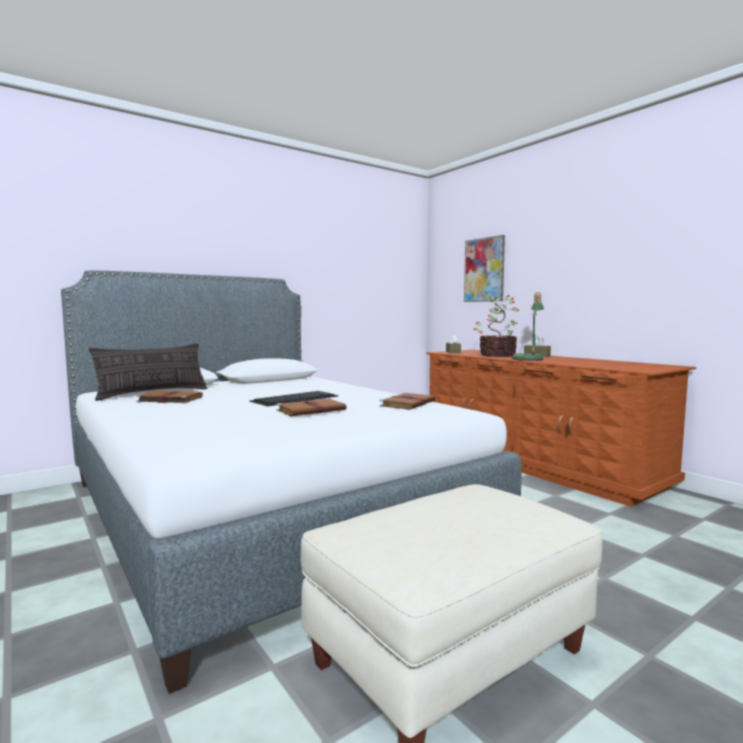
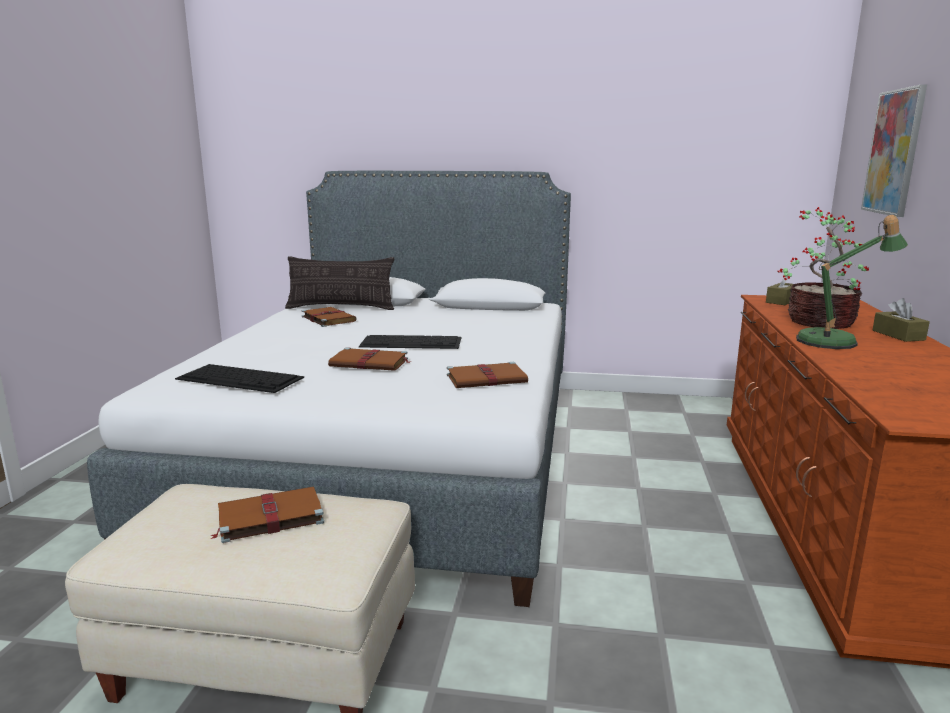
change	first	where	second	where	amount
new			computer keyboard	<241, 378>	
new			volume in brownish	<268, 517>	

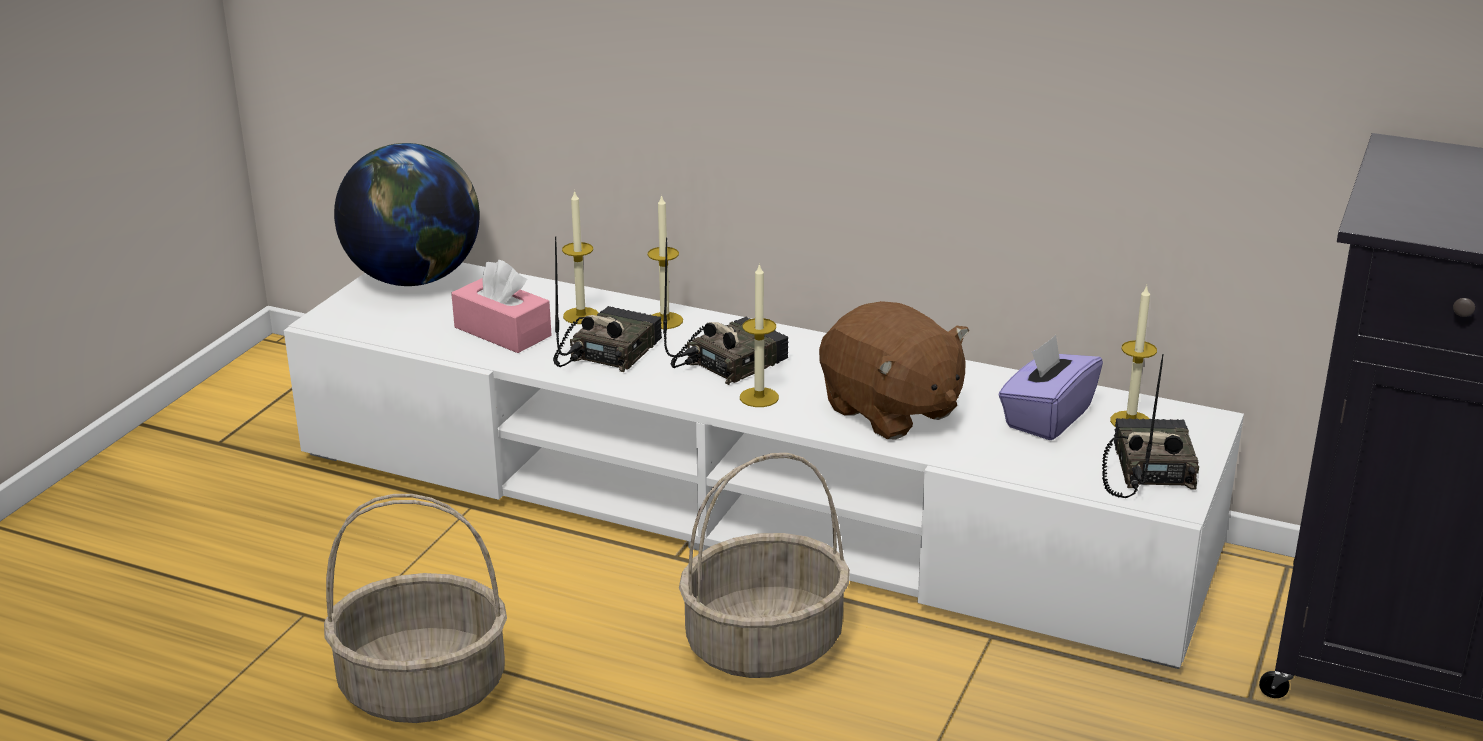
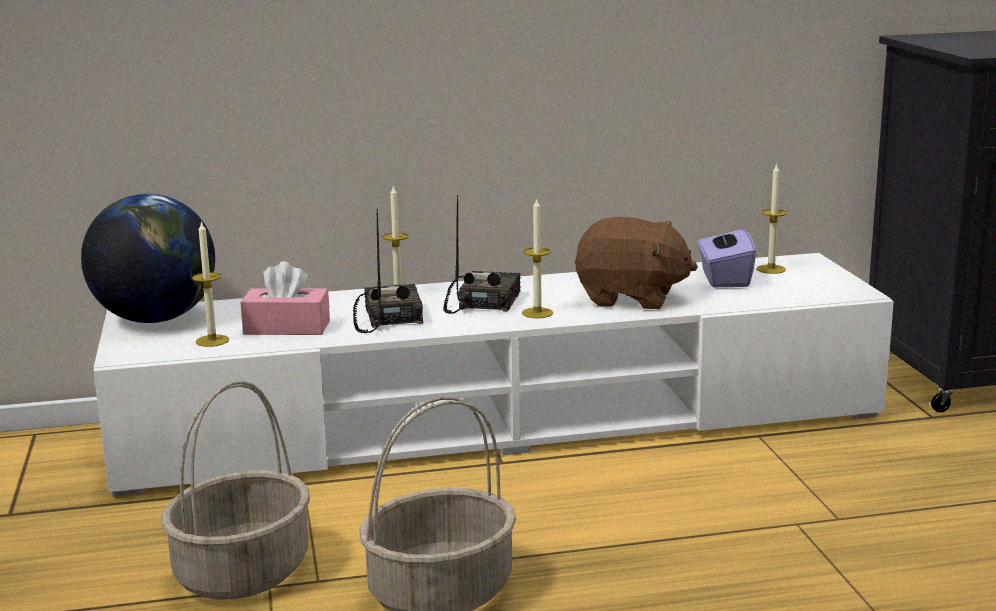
change	first	where	second	where	amount
gone	radio	<1145, 469>			
shifted	wax candle	<581, 316>		<212, 341>	
shifted	household basket	<763, 646>		<242, 573>	

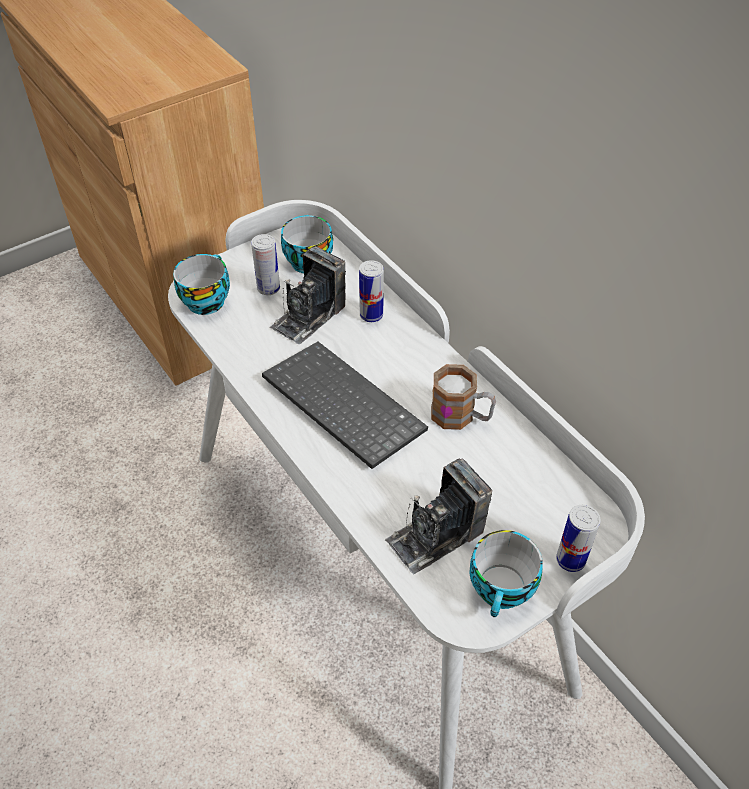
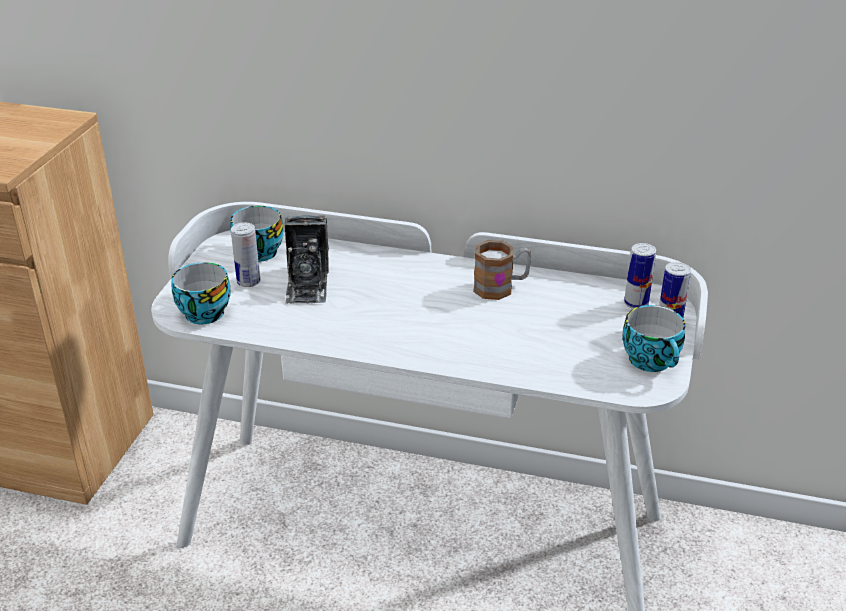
change	first	where	second	where	amount
gone	computer keyboard	<339, 405>			
gone	still camera	<436, 535>			
shifted	sealed can	<371, 315>		<636, 304>	

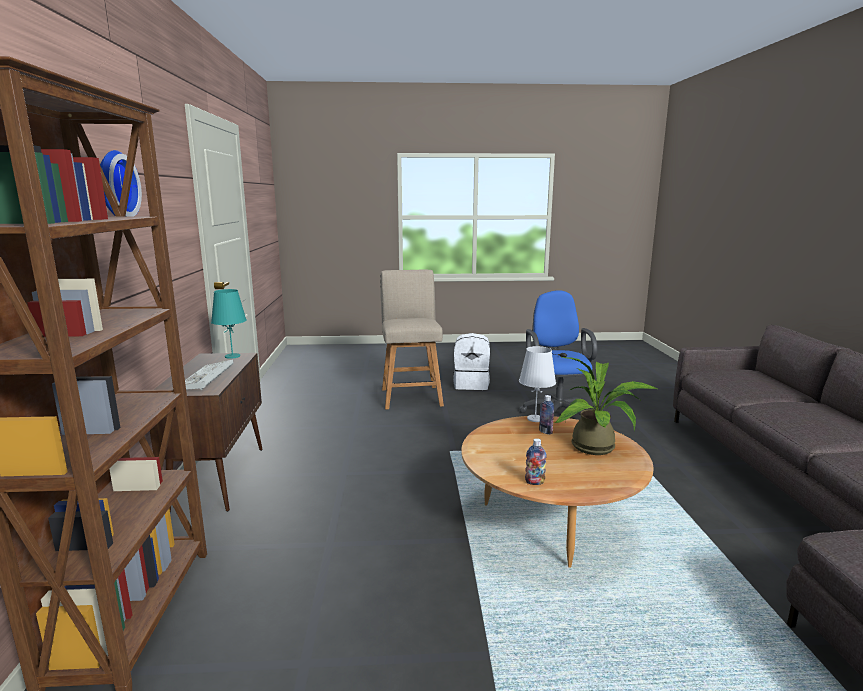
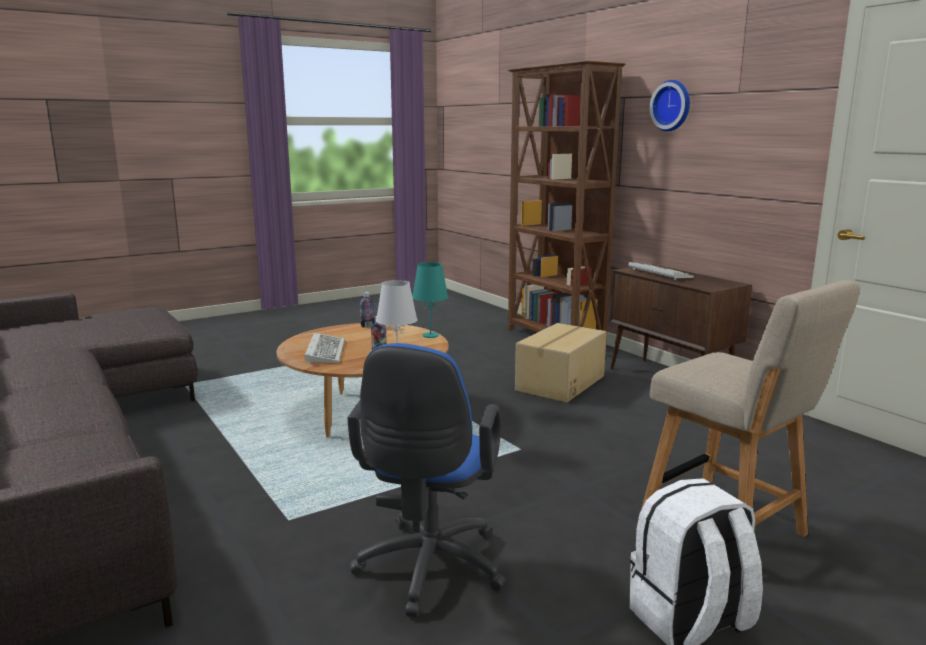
change	first	where	second	where	amount
new			cardboard box	<559, 383>	
shifted	table lamp in blue-green	<232, 356>		<430, 335>	
swapped	plant in a pot	<598, 448>	computer keyboard	<324, 351>	
rotated	office chair in blue-coloured	<556, 413>		<428, 571>	45 degrees clockwise

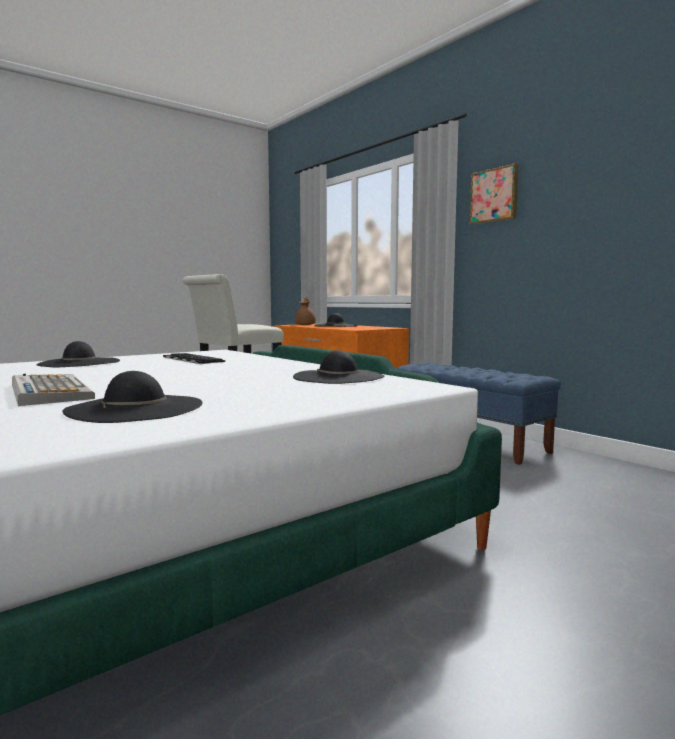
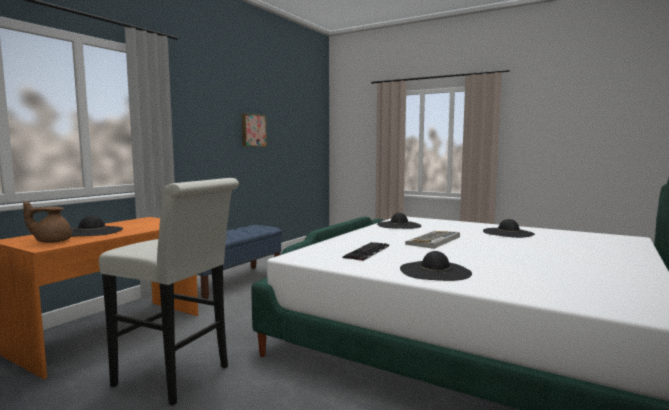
change	first	where	second	where	amount
shifted	computer keyboard	<49, 391>		<433, 240>	
shifted	wall art	<495, 195>		<253, 130>	

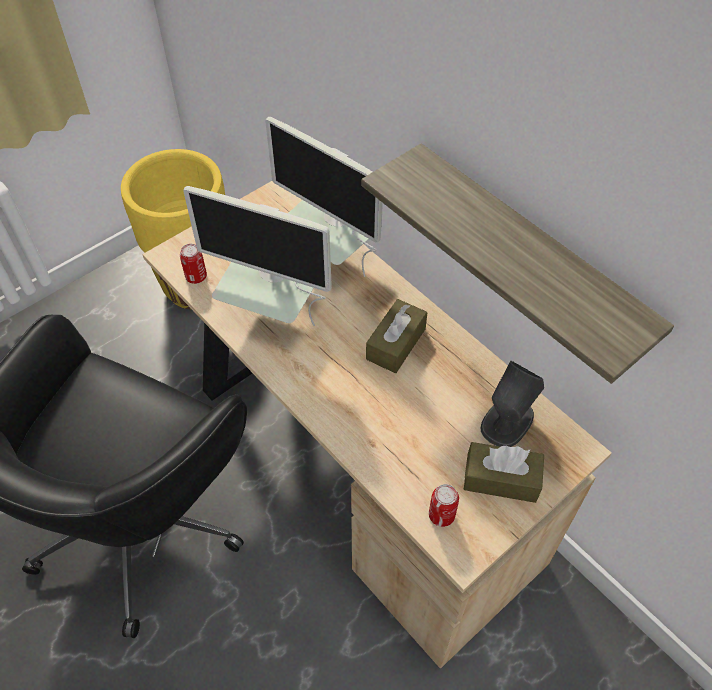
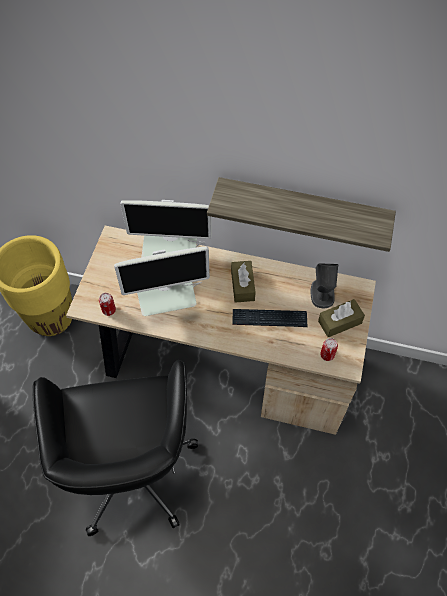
change	first	where	second	where	amount
new			computer keyboard	<269, 319>	

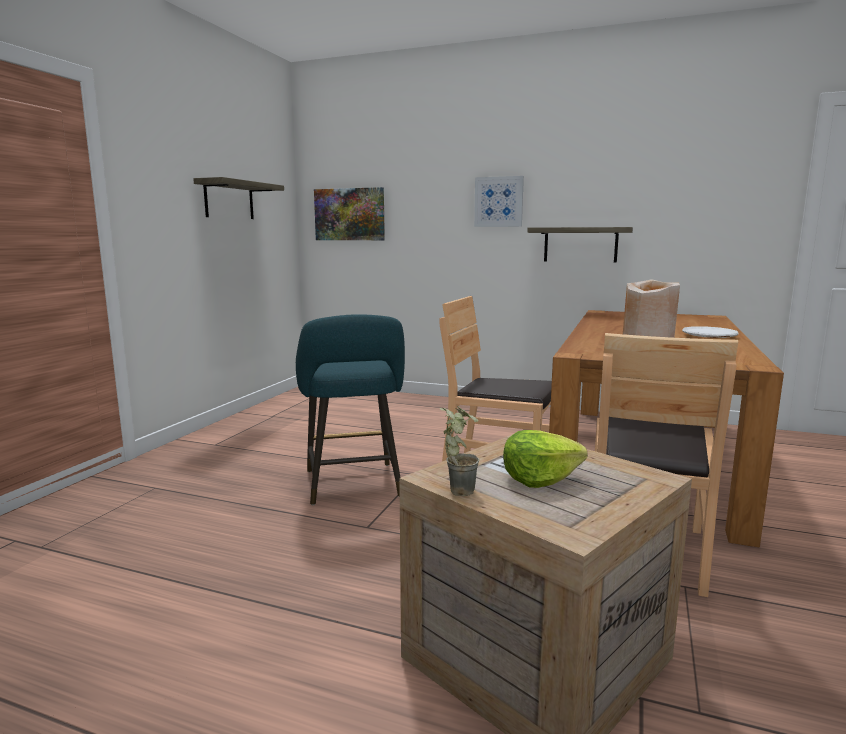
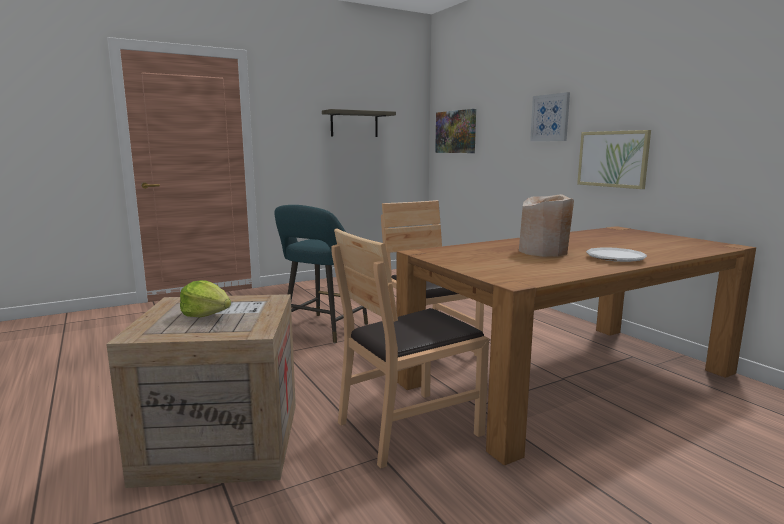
change	first	where	second	where	amount
gone	plant in a pot	<457, 489>			
swapped	wall shelf	<580, 244>	wall art	<613, 159>	

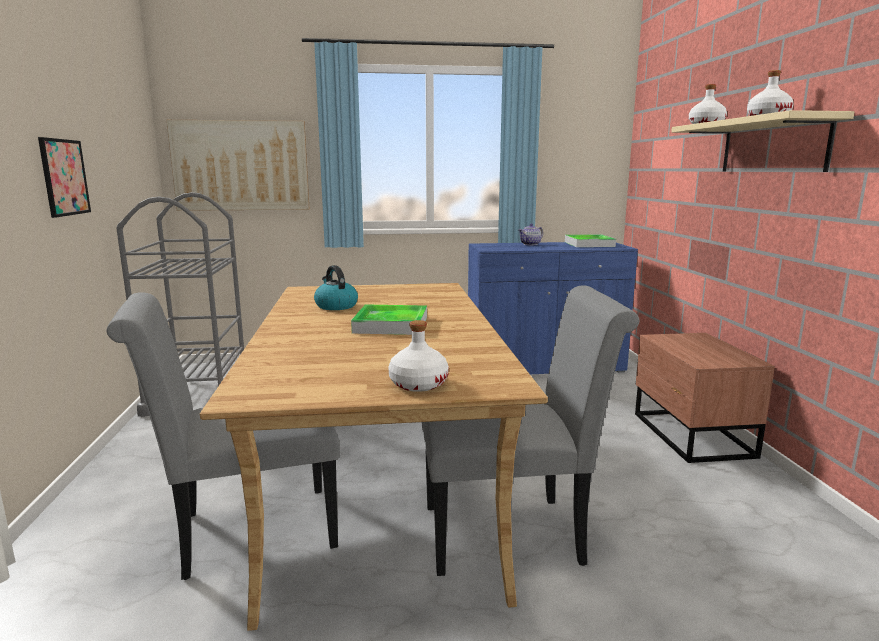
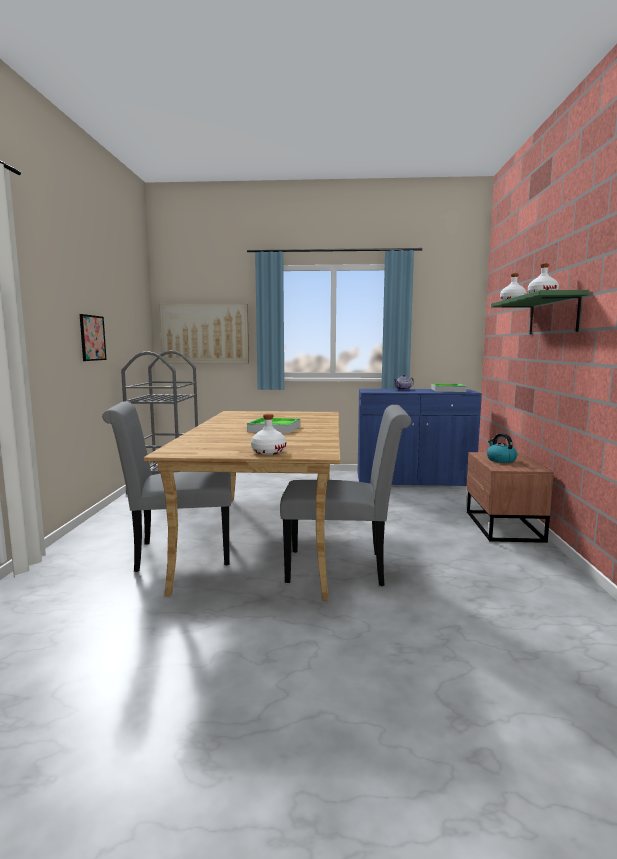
change	first	where	second	where	amount
shifted	tea kettle	<335, 306>		<500, 460>	
repainted	wall shelf in beige-coloured	<772, 146>	wall shelf in green	<553, 315>	

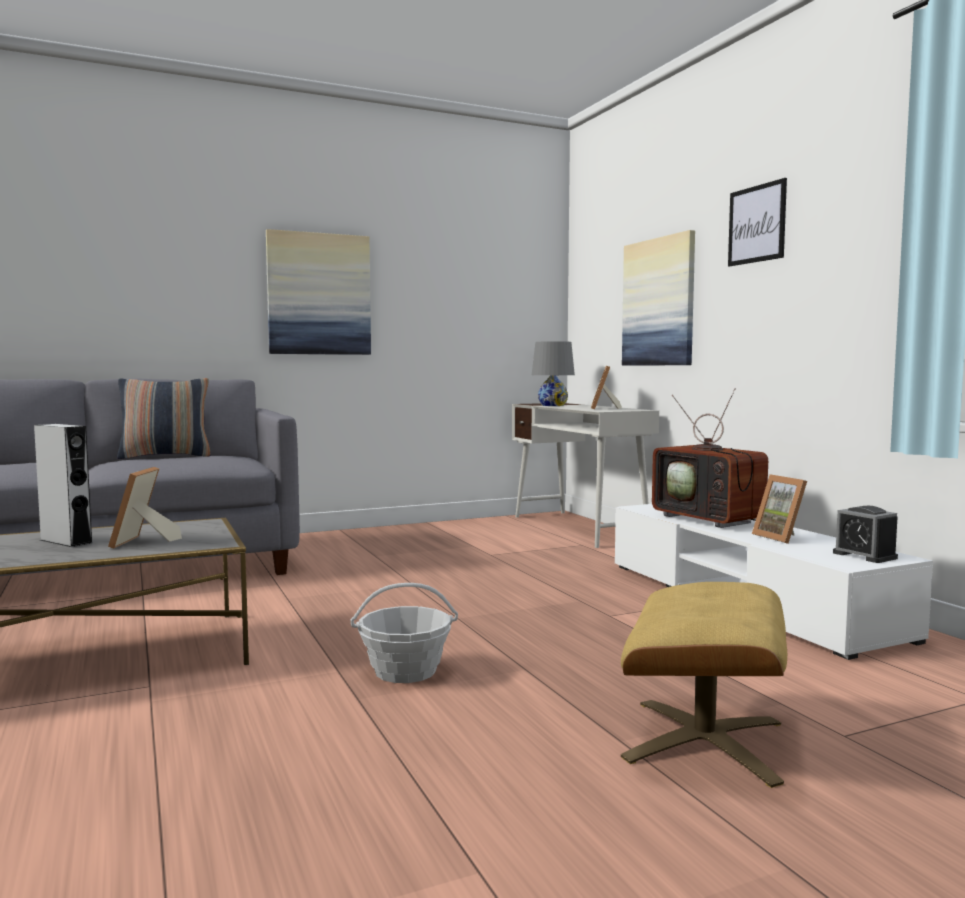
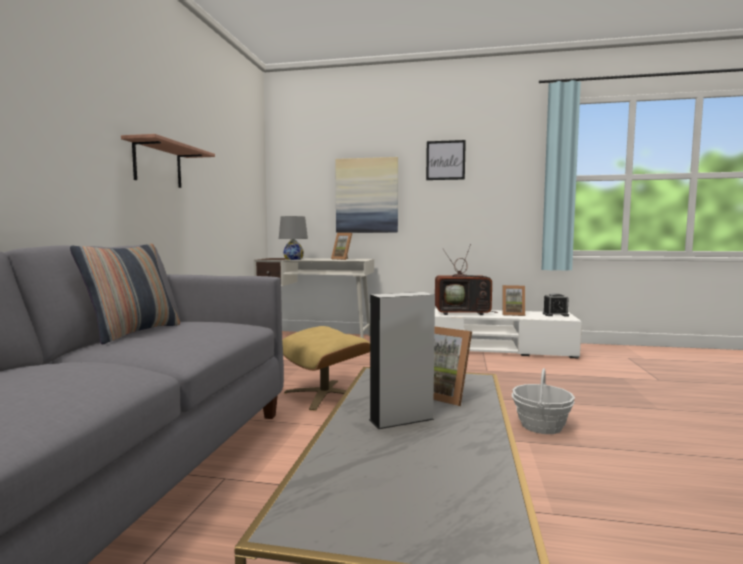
change	first	where	second	where	amount
shifted	ottoman in beige-coloured	<705, 740>		<325, 394>	
swapped	wall art	<319, 294>	wall shelf	<157, 165>	

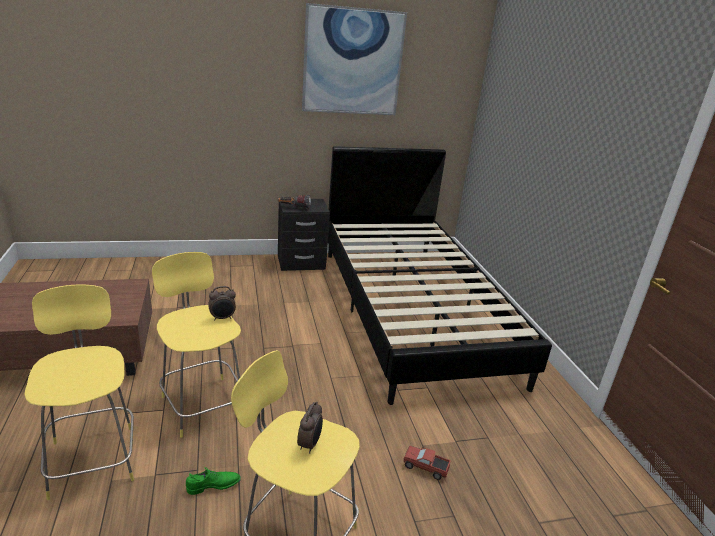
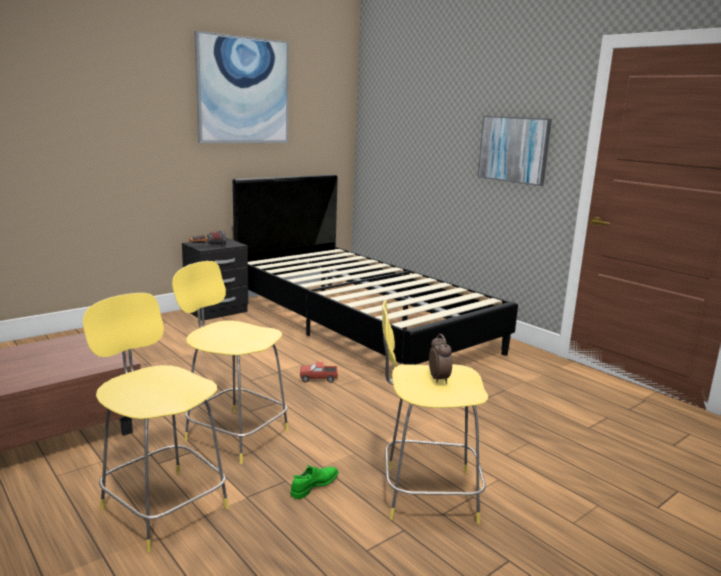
change	first	where	second	where	amount
gone	table clock	<222, 318>			
new			wall art	<514, 149>	
shifted	toy lorry	<425, 468>		<318, 379>	

